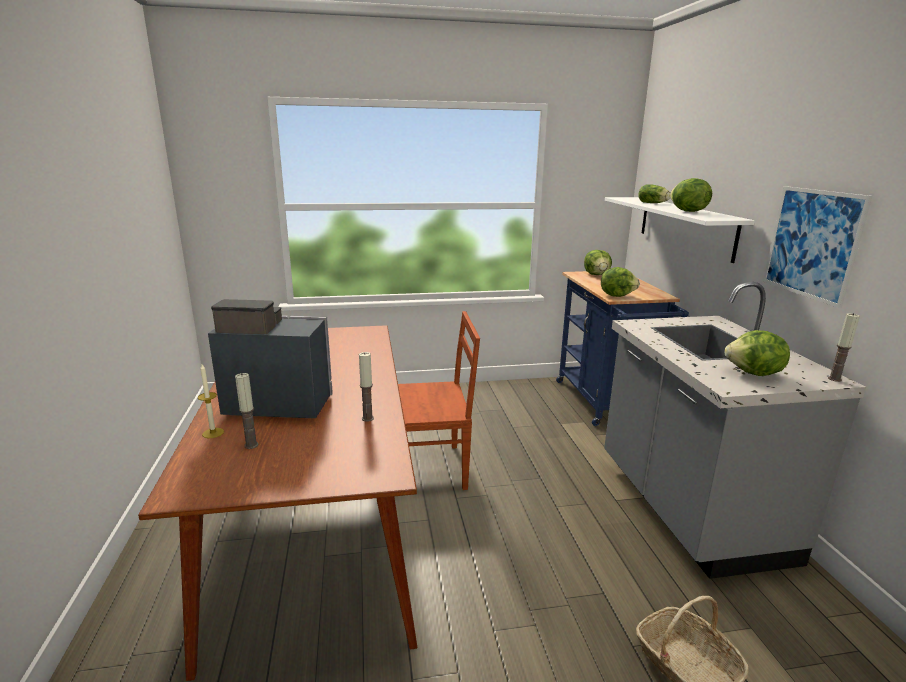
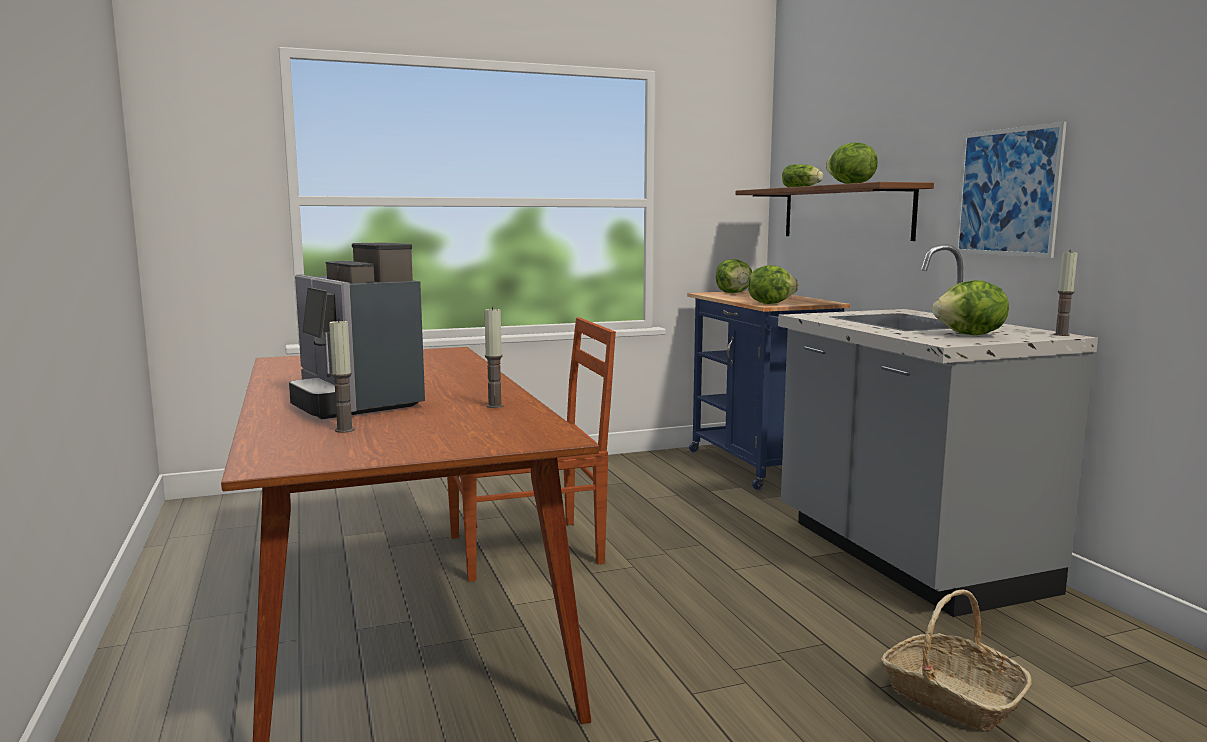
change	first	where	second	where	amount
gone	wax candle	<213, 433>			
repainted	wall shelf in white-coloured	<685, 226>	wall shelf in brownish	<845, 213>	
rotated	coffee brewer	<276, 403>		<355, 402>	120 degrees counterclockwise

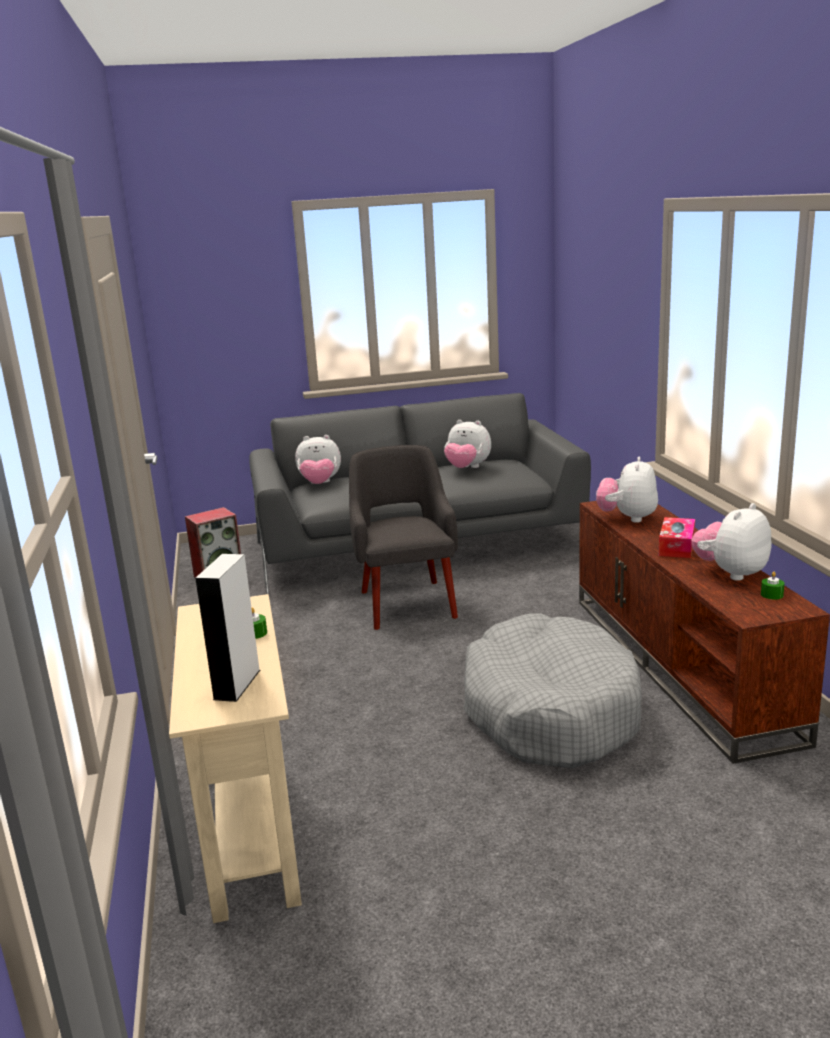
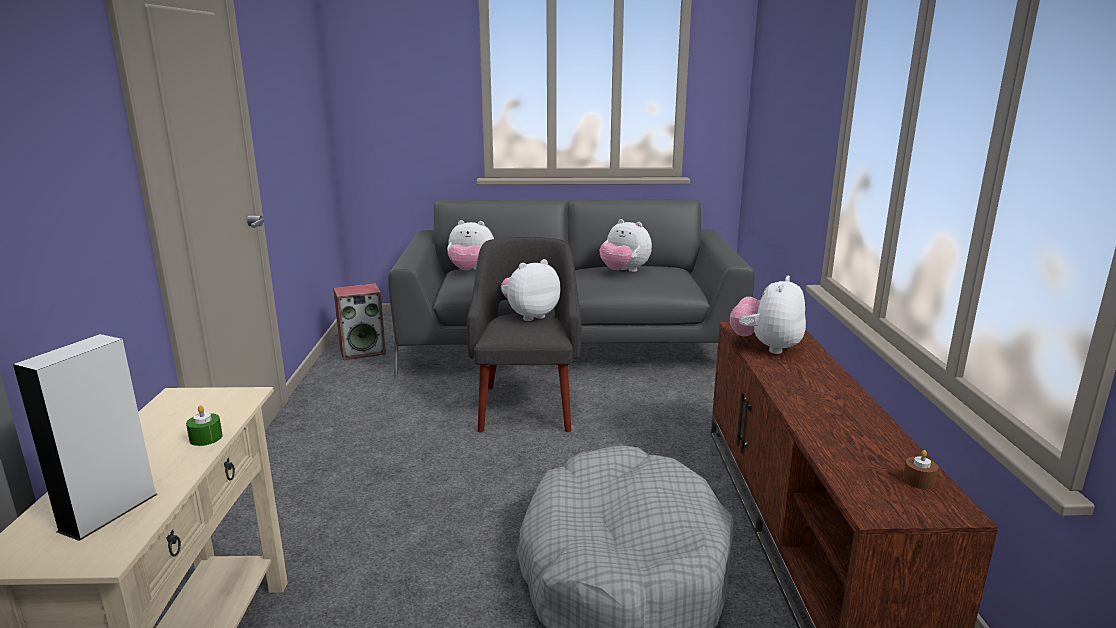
change	first	where	second	where	amount
gone	tissue box	<676, 546>			
shifted	soft toy	<731, 573>		<530, 316>	
repainted	wax candle in green	<772, 595>	wax candle in brownish	<918, 481>	

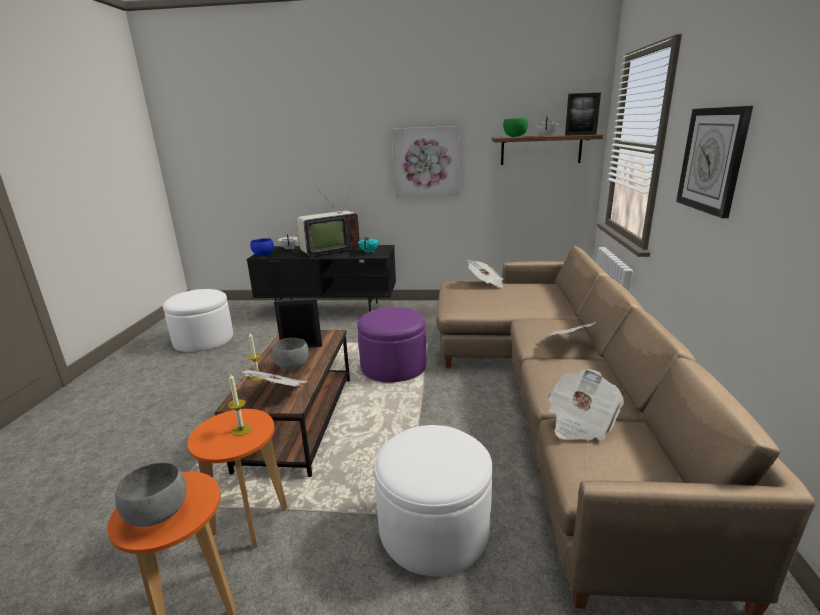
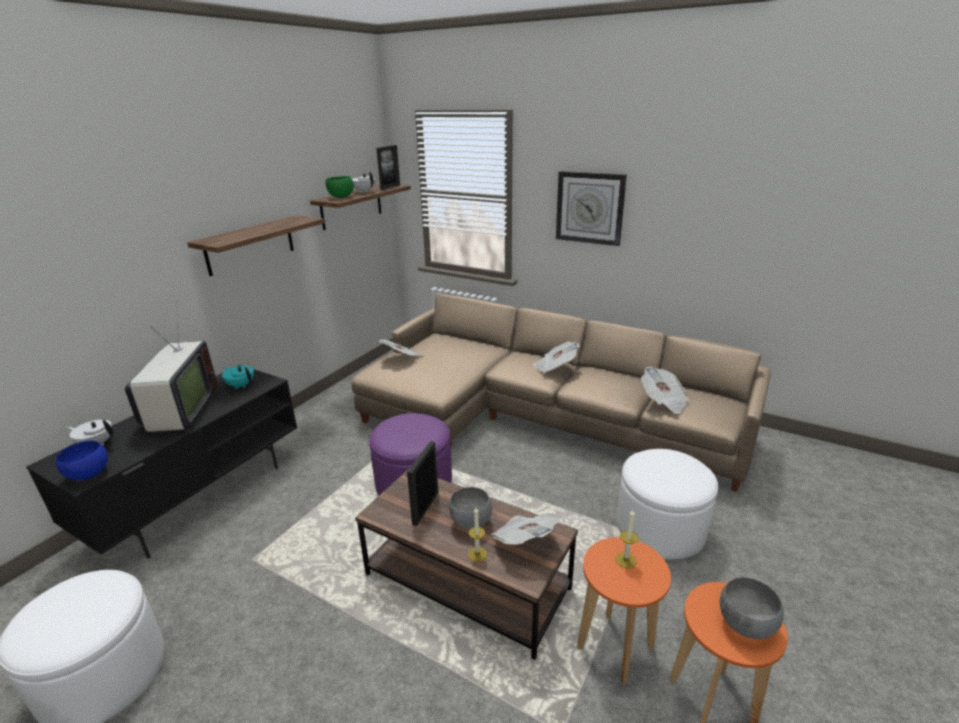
change	first	where	second	where	amount
swapped	wall art	<426, 162>	wall shelf	<250, 245>	

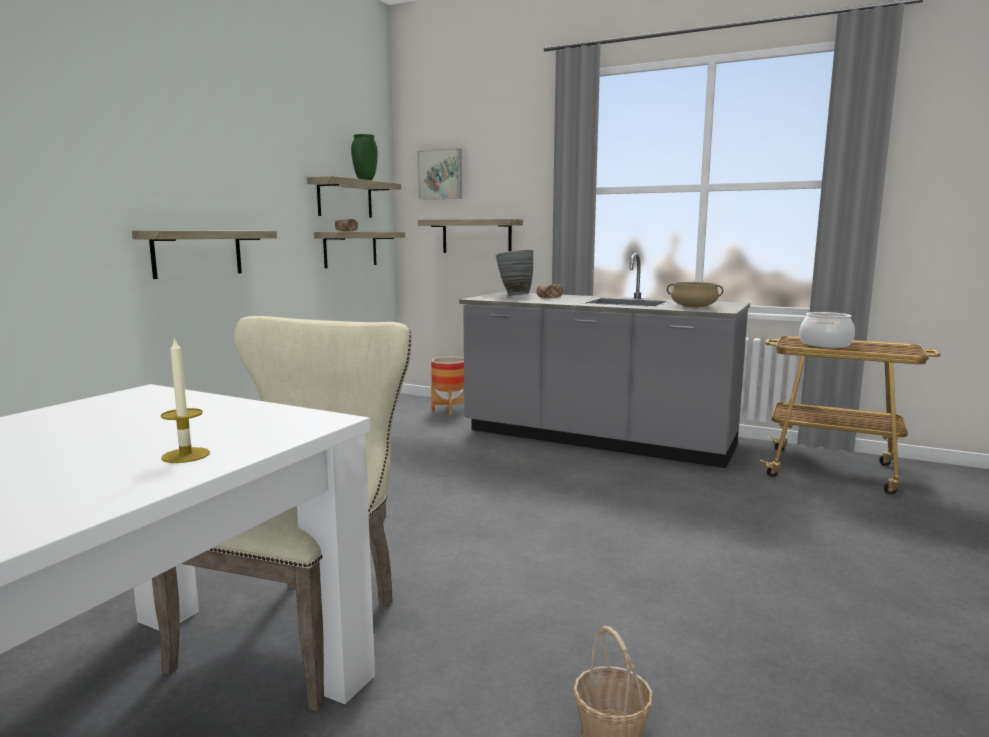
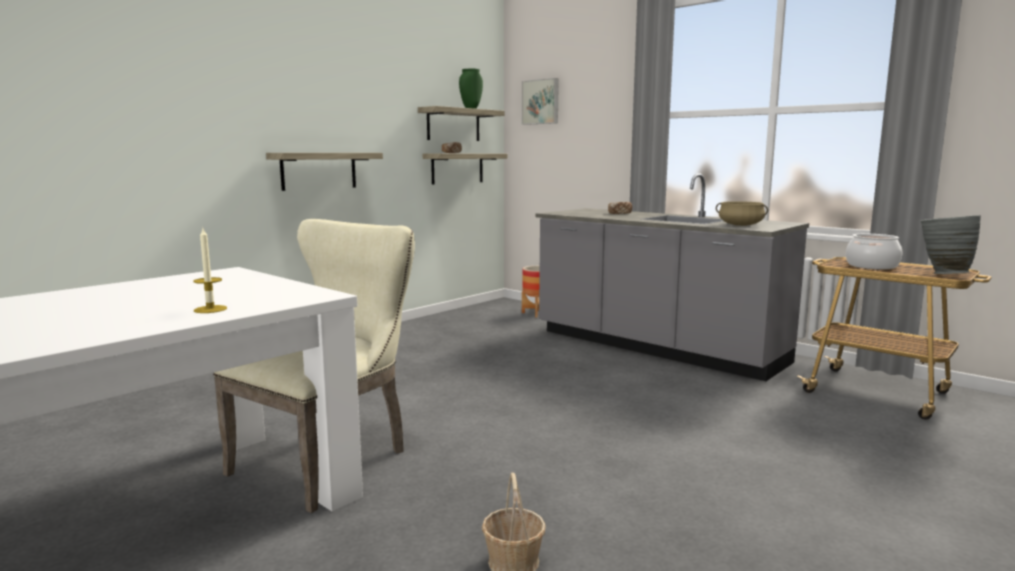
change	first	where	second	where	amount
gone	wall shelf	<476, 236>			
shifted	vase in grey	<514, 296>		<942, 273>	

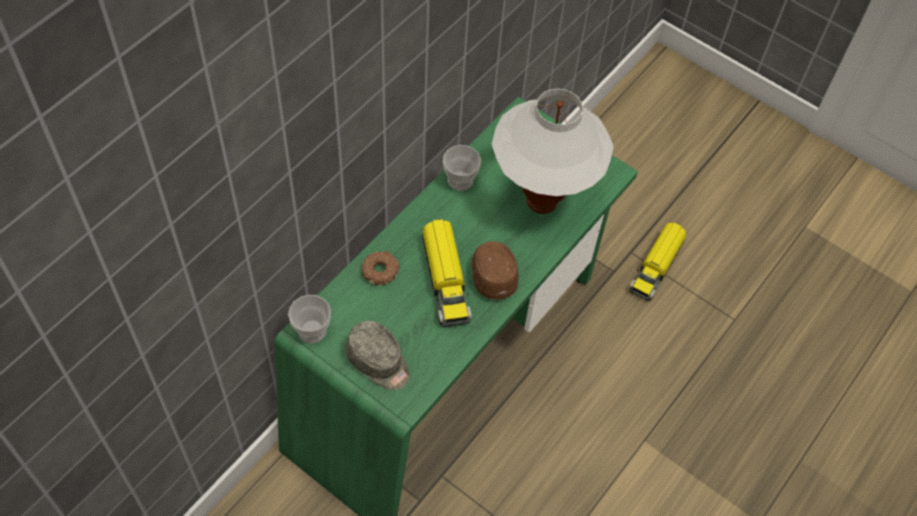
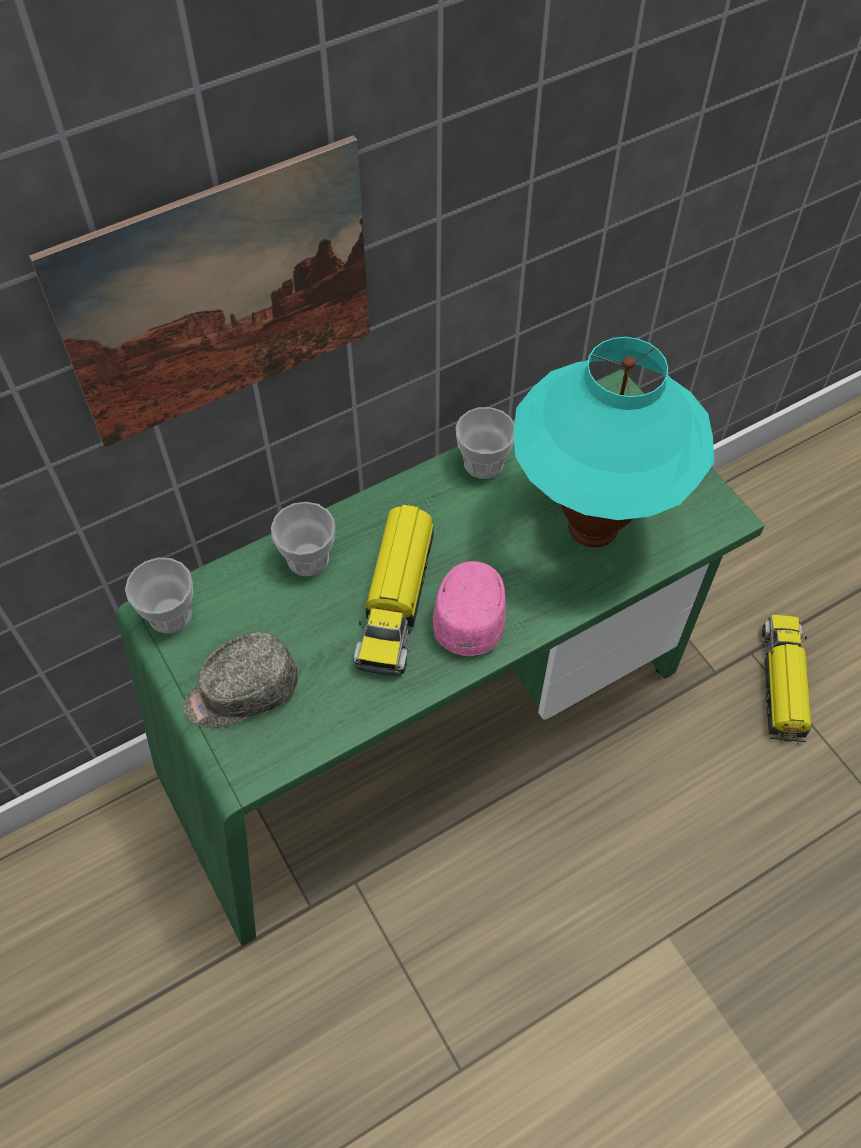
change	first	where	second	where	amount
new			wall art	<220, 297>	
swapped	donut	<380, 271>	drinking cup	<308, 558>	
repainted	cap in brownish	<492, 273>	cap in pink-coloured	<471, 612>	
repainted	table lamp in white-coloured	<541, 202>	table lamp in blue-green	<592, 529>	
rotated	cap in grey	<379, 362>		<241, 692>	90 degrees clockwise
rotated	toy lorry	<656, 266>		<782, 684>	135 degrees clockwise

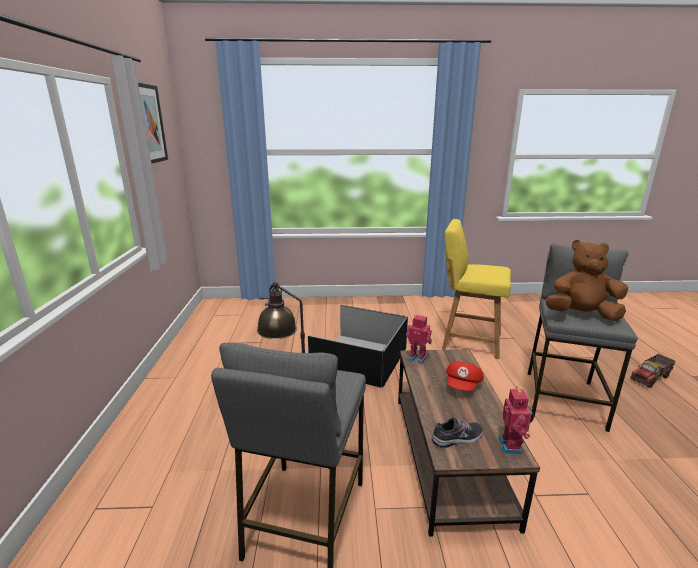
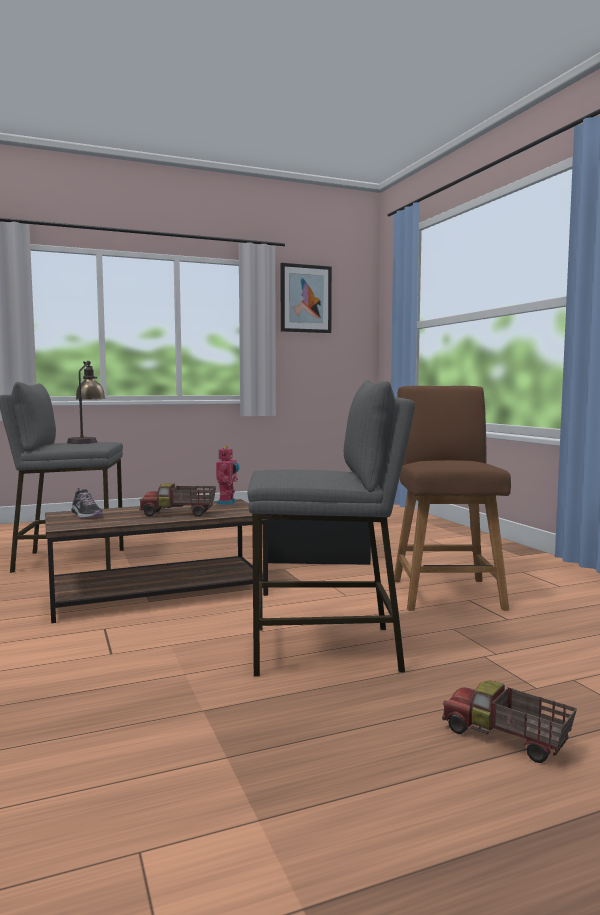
change	first	where	second	where	amount
gone	robot figure	<512, 446>			
gone	soft toy in brownish	<581, 315>			
swapped	cap in red-coloured	<463, 386>	toy lorry	<178, 514>	
repainted	chair in yellow	<468, 340>	chair in brownish	<445, 592>	

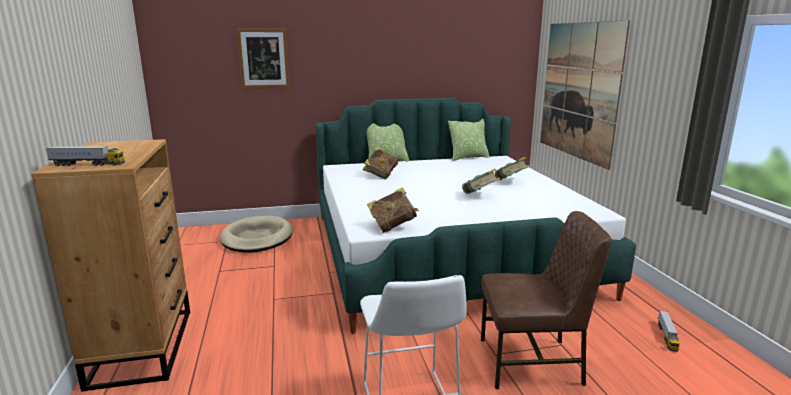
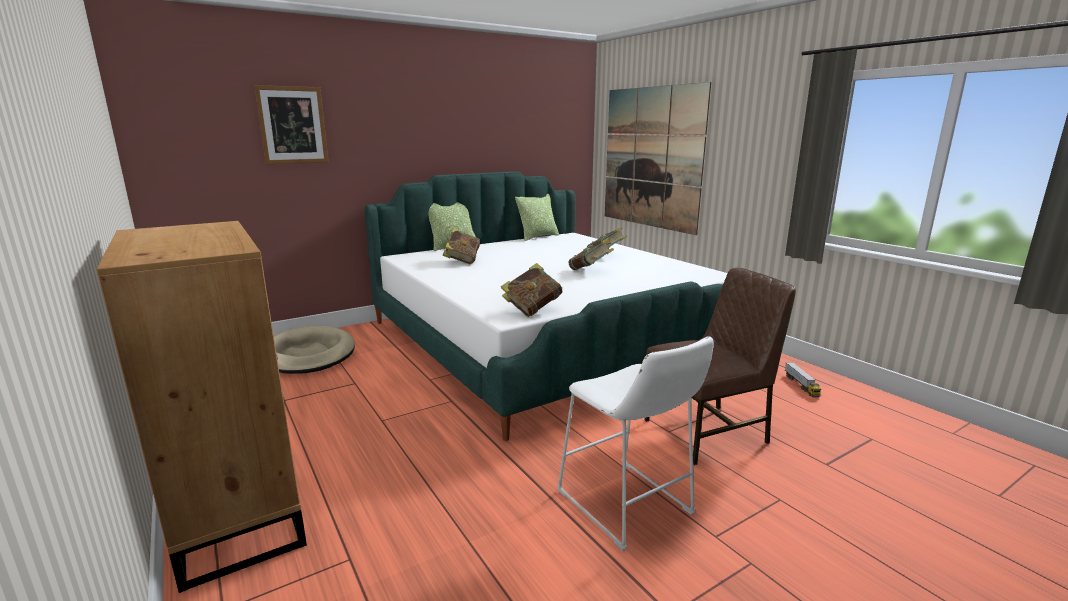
change	first	where	second	where	amount
gone	toy lorry	<88, 164>			

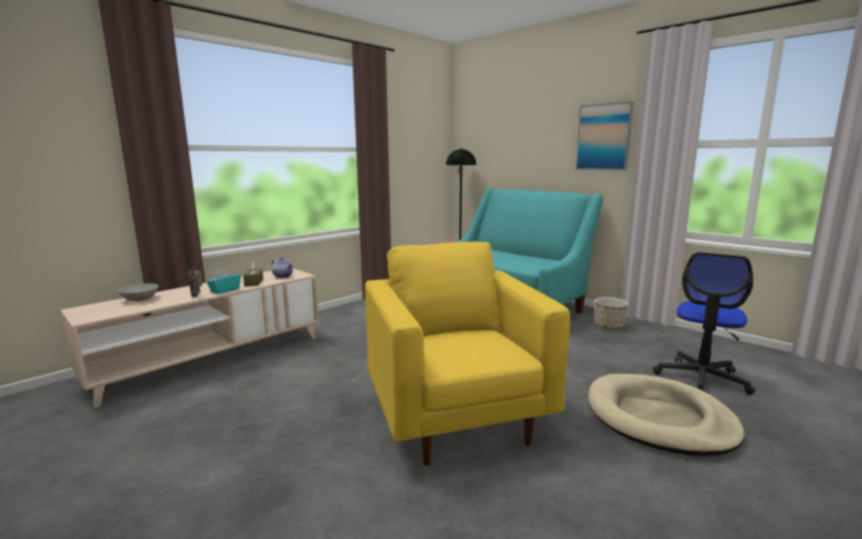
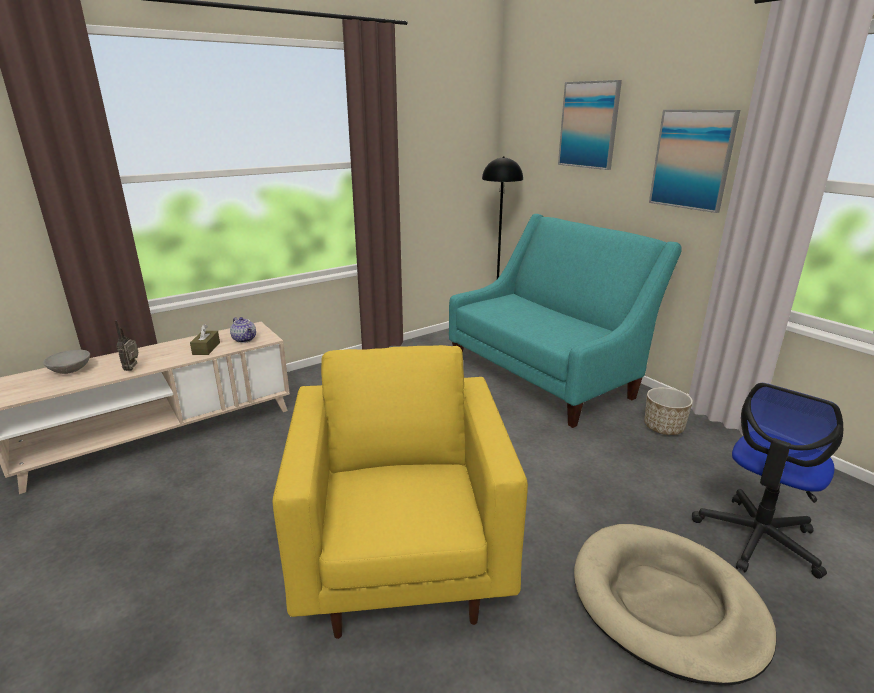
change	first	where	second	where	amount
gone	tissue box in blue-green	<225, 290>			
new			wall art	<589, 125>	

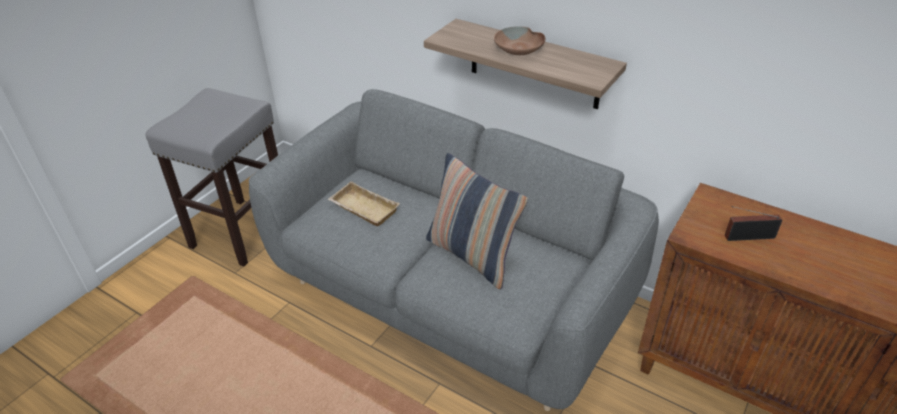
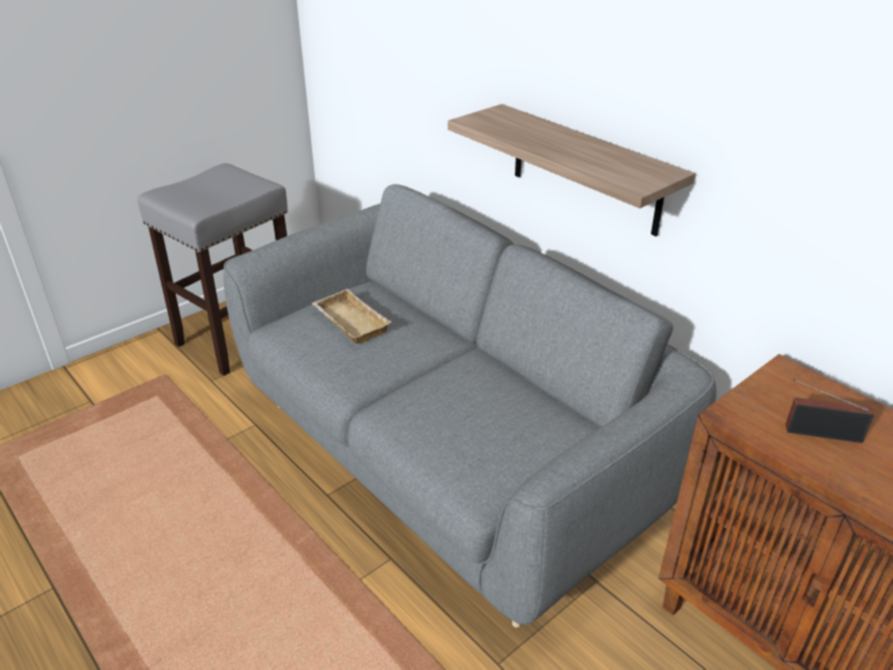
change	first	where	second	where	amount
gone	pillow	<472, 256>			
gone	serving bowl in brownish	<519, 49>			

